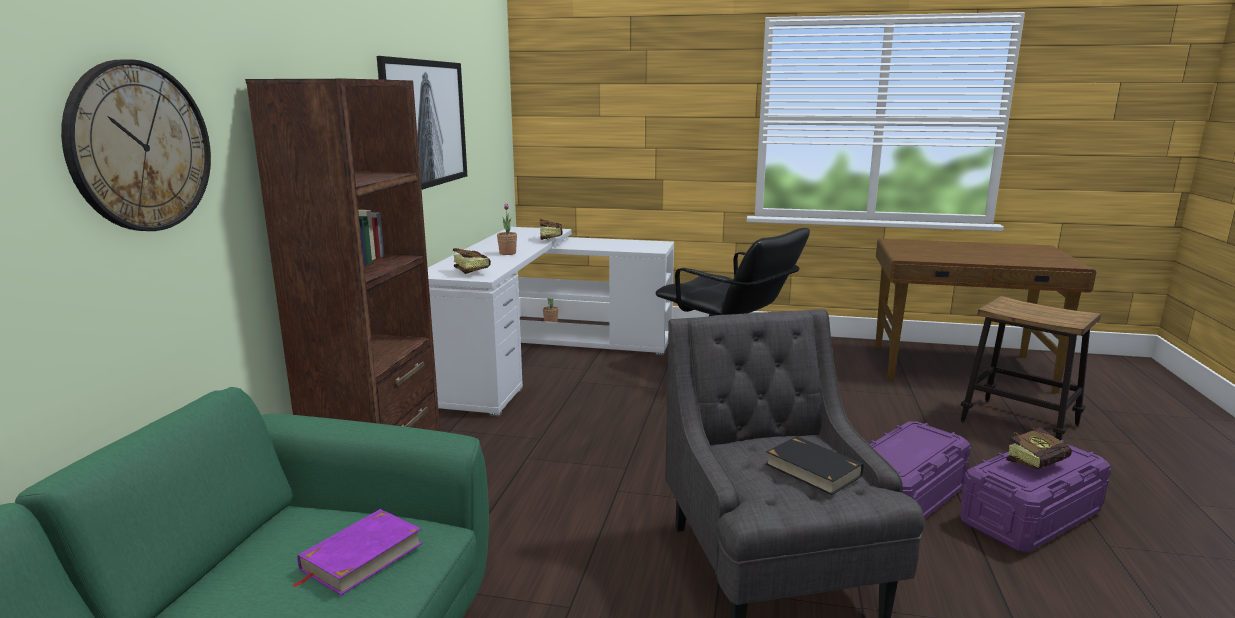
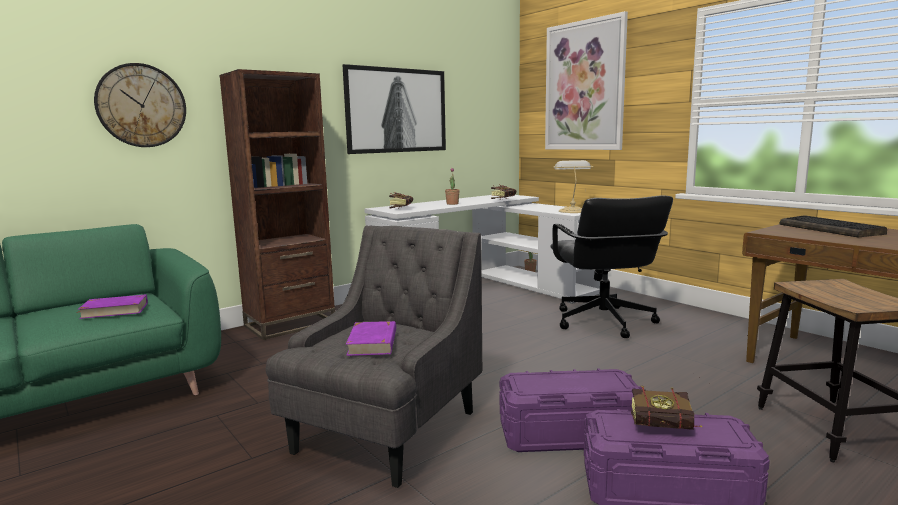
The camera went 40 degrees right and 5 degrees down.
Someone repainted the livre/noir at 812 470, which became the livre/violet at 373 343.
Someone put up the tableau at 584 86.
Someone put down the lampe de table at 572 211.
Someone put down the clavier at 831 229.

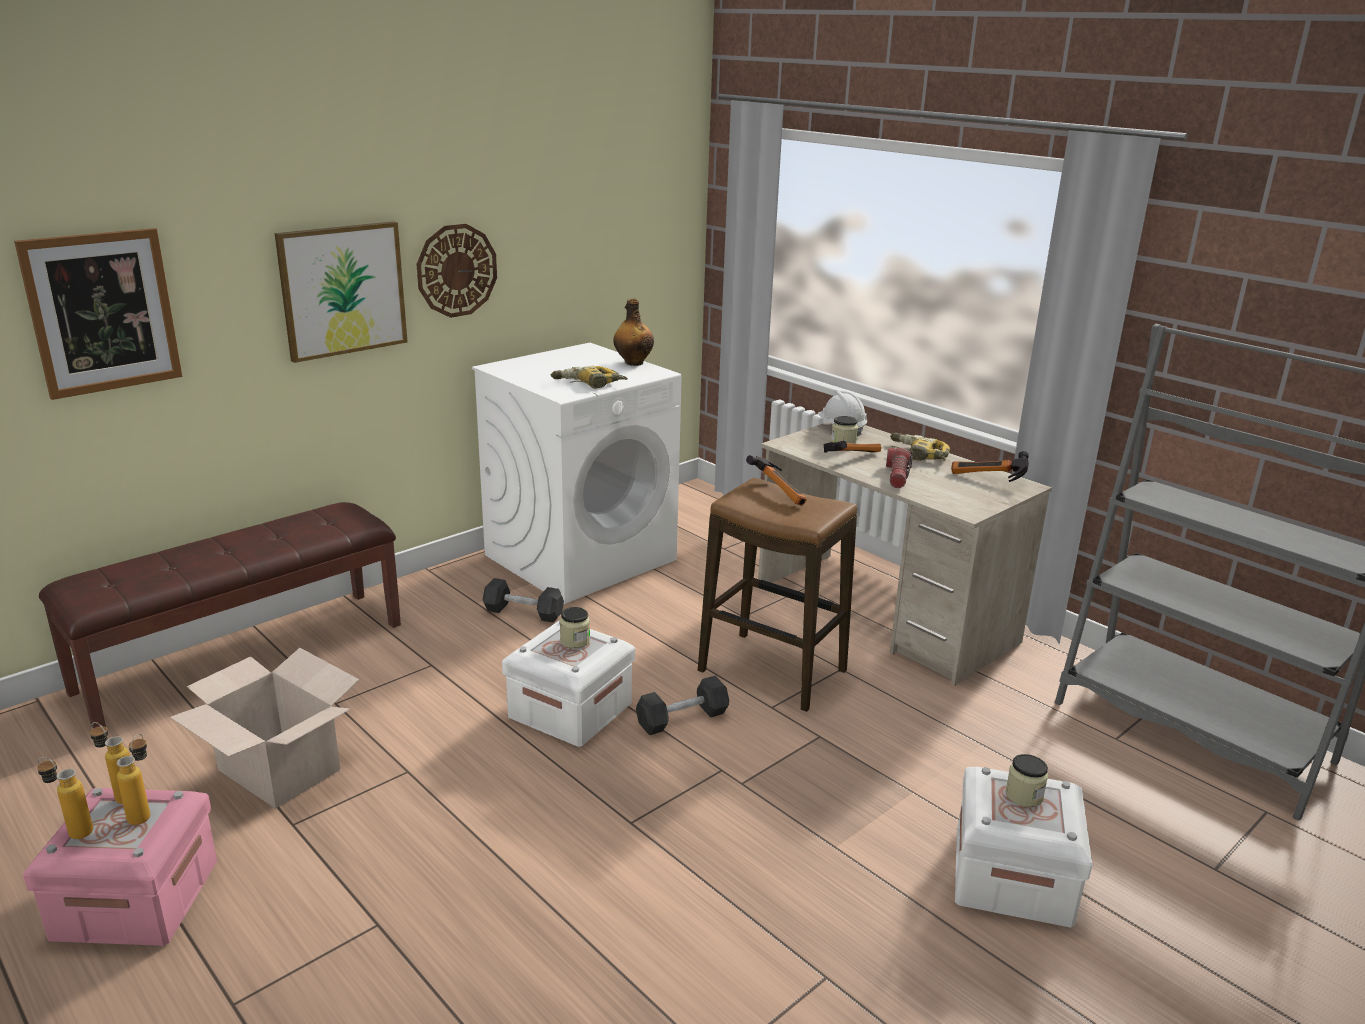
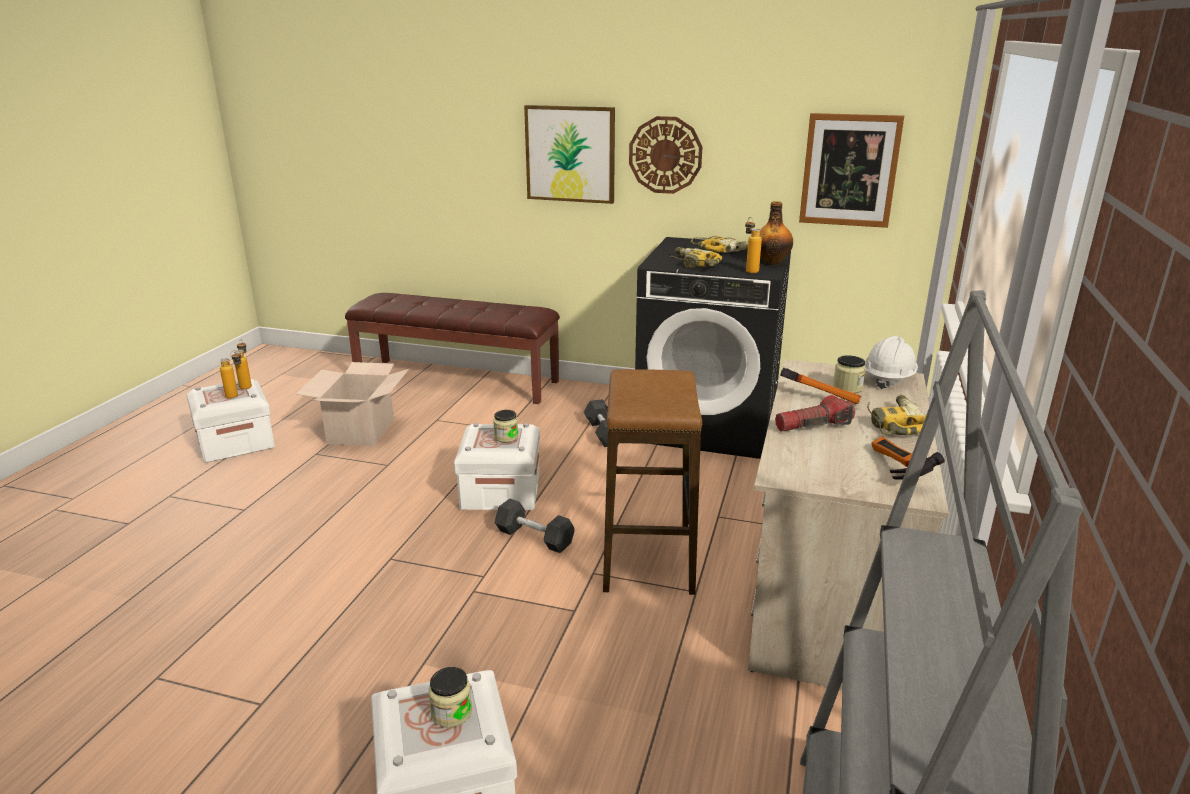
The camera went 60 degrees right and 0 degrees up.
Someone carried the tableau from 102 312 to 849 170.
Someone repainted the boîte de rangement/rose at 136 900, which became the boîte de rangement/blanc at 235 442.
Someone carried the bouteille from 73 831 to 749 270.
Someone repainted the lave-linge/blanc at 581 557, which became the lave-linge/noir at 708 424.
Someone took away the marteau at 781 492.
Someone put down the perceuse at 723 250.

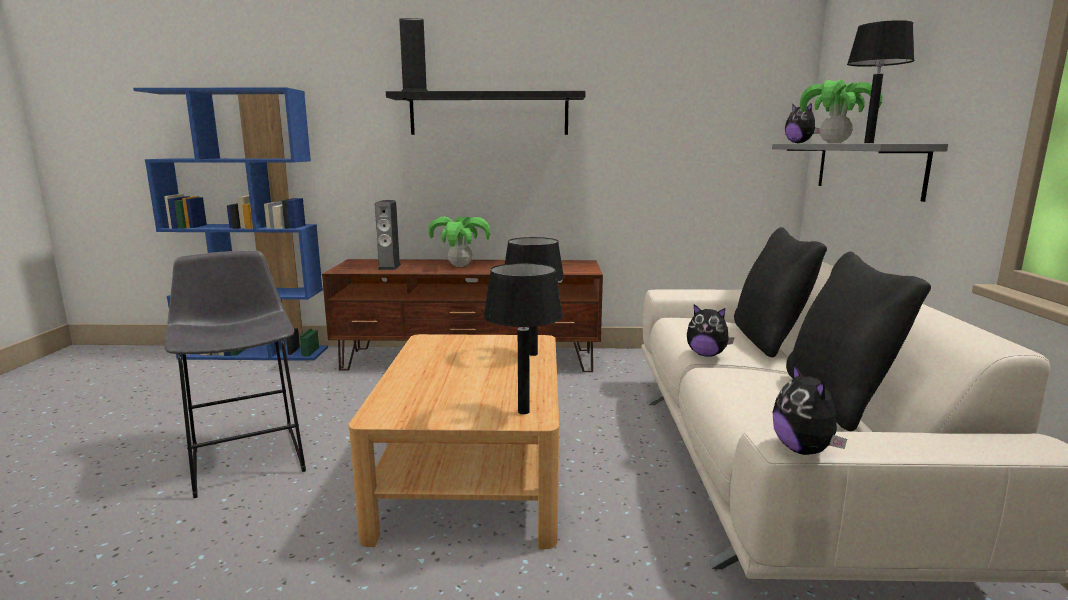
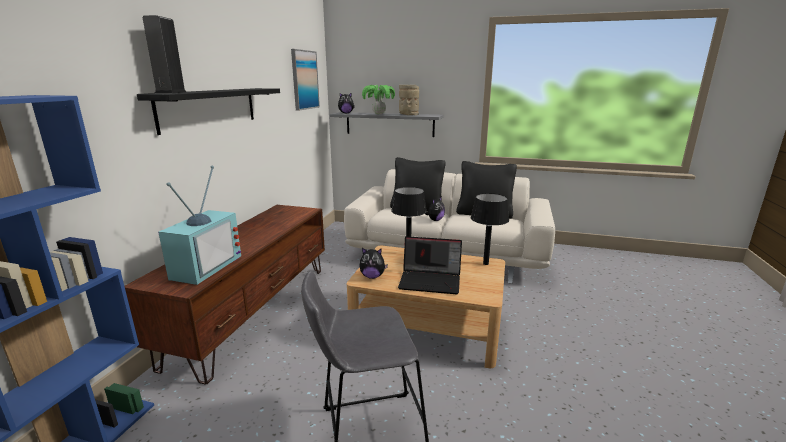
The camera went 75 degrees left and 5 degrees up.
Someone swapped the enceinte at 389 267 for the téléviseur at 204 266.
Someone took away the plante en pot at 460 266.
Someone carried the peluche from 804 450 to 372 276.
Someone swapped the lampe de table/noir at 869 143 for the vase/beige at 408 114.
Someone put up the tableau at 304 80.
Someone put down the ordinateur portable at 431 281.

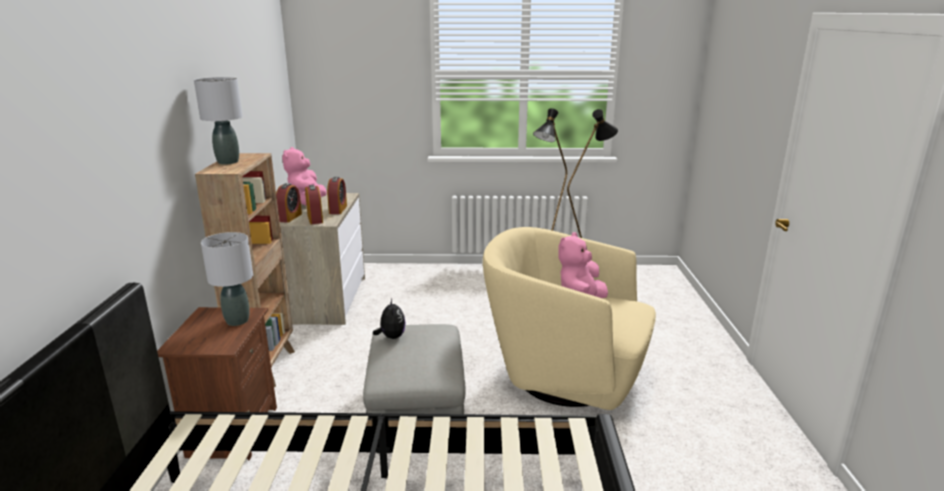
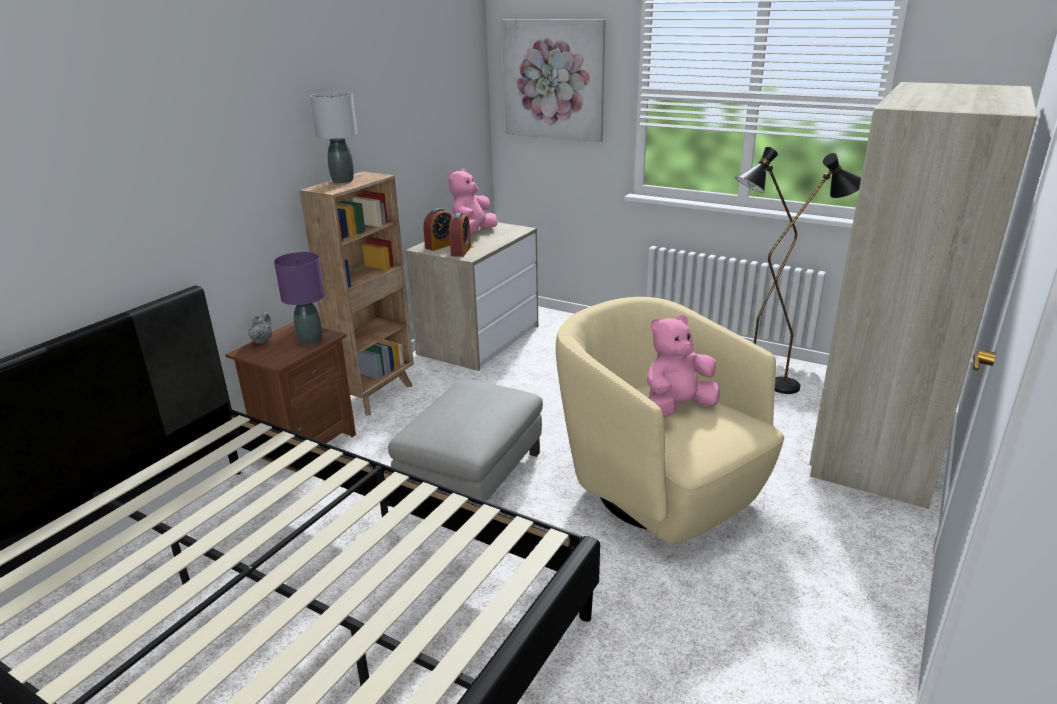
The camera went 30 degrees right and 5 degrees up.
Someone repainted the lampe de table/gris at 237 321, which became the lampe de table/violet at 310 341.
Someone took away the réveil at 338 209.
Someone took away the peluche at 391 337.
Someone put down the théière/gris at 262 340.
Someone put up the tableau at 553 80.
Someone put down the armoire/beige at 877 443.

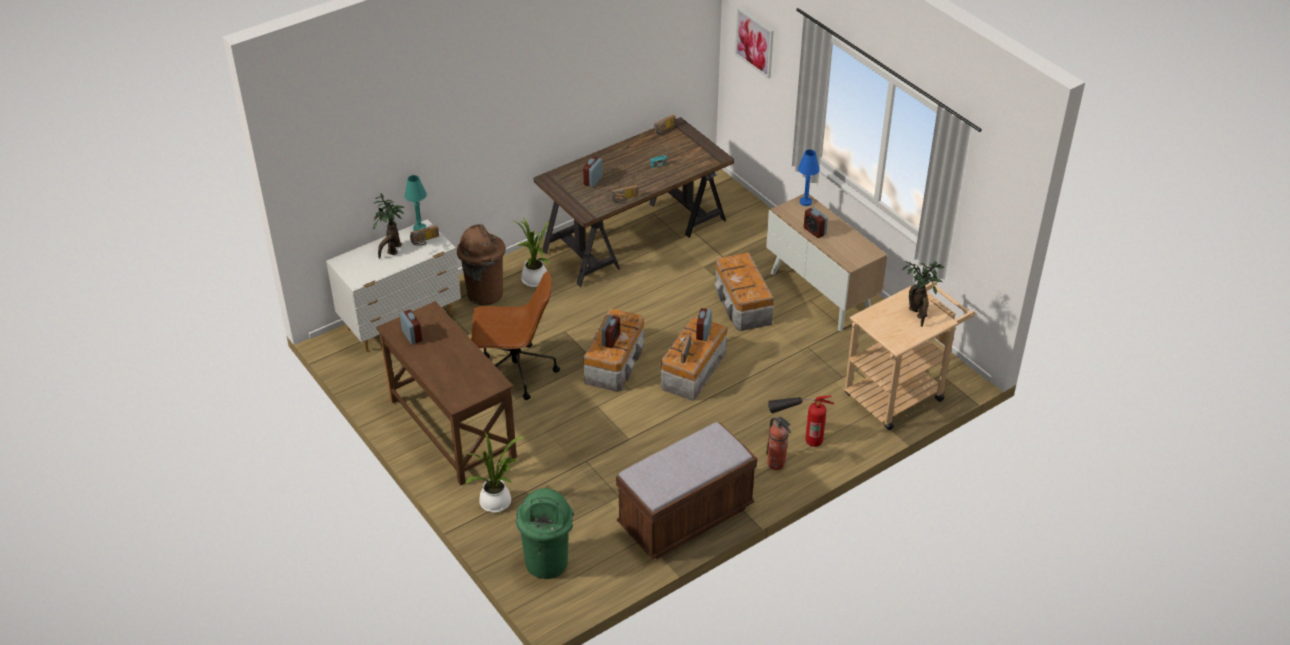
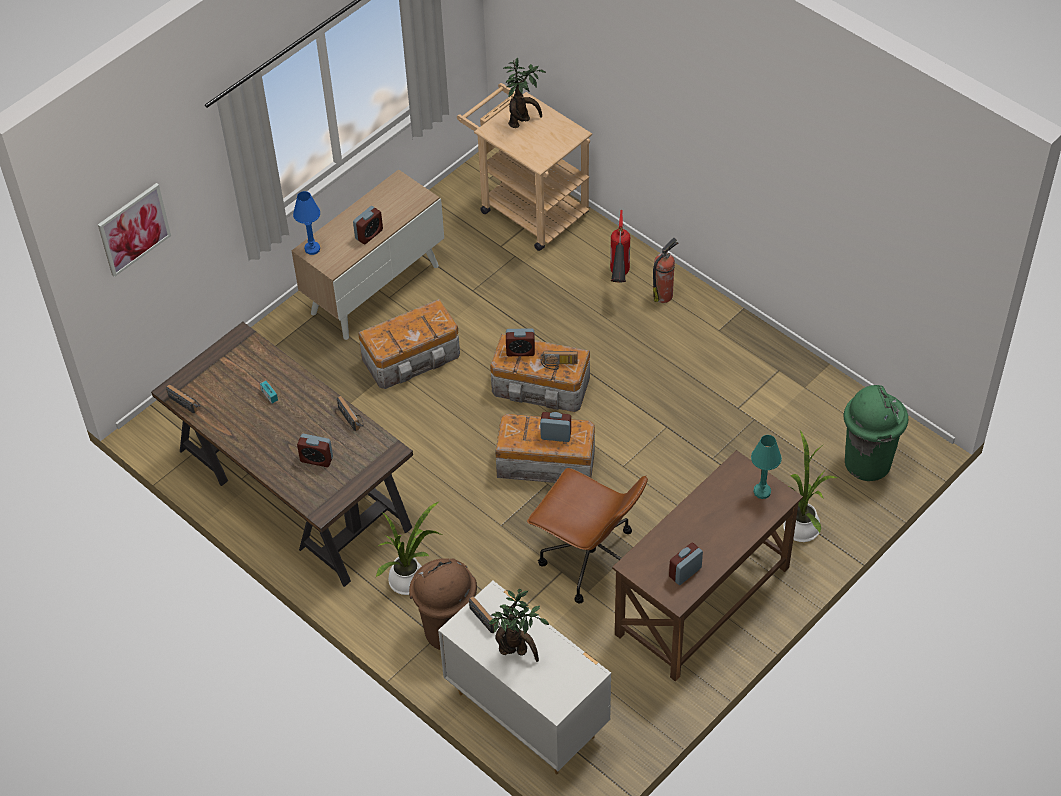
The camera went 100 degrees left and 10 degrees up.
Someone carried the lampe de table/turquoise from 419 228 to 762 491.
Someone rotated the chaise de bureau/marron at 515 373 by 135 degrees clockwise.
Someone took away the banc/marron at 685 517.

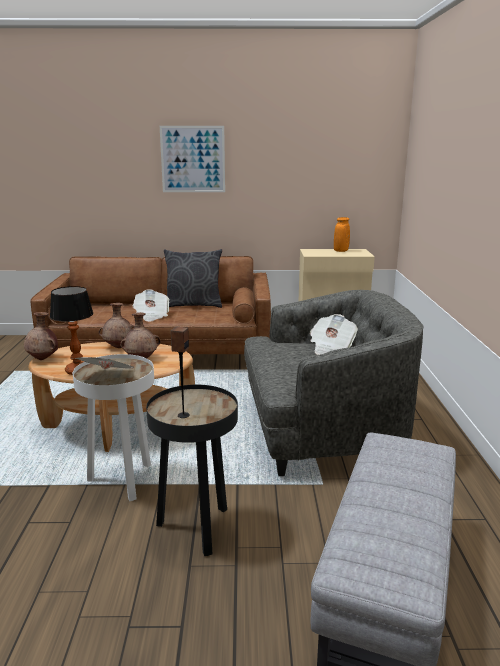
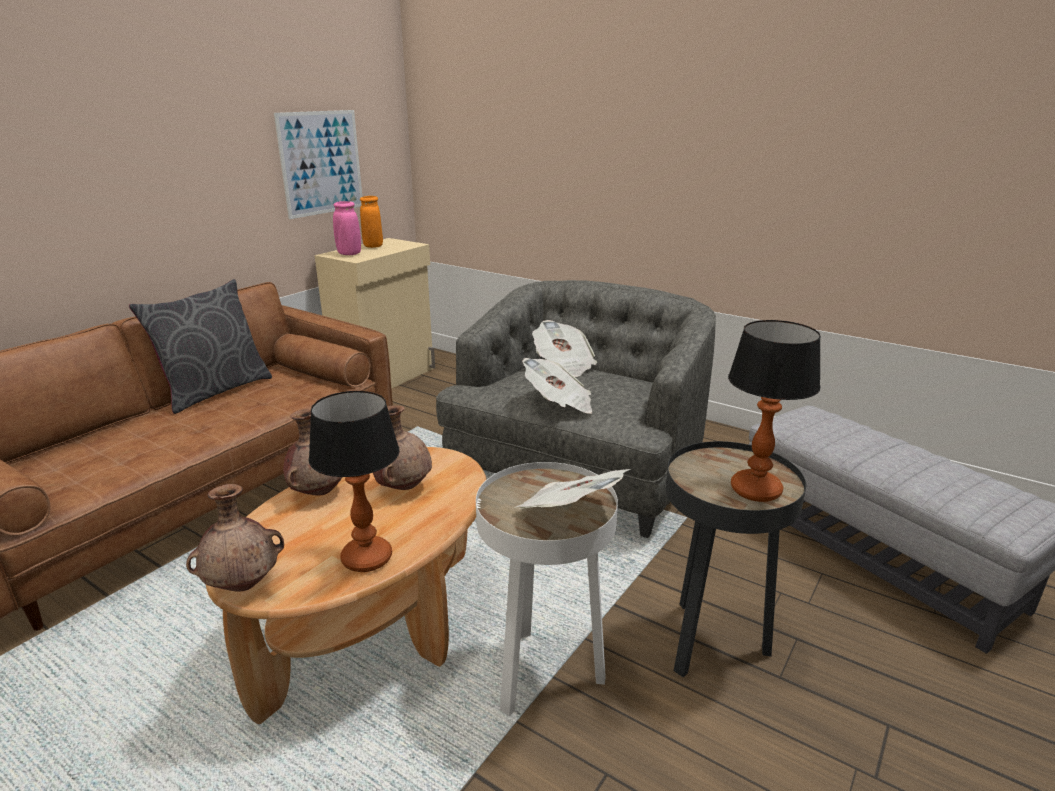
The camera went 55 degrees left and 5 degrees up.
Someone carried the journal from 152 315 to 559 403.
Someone carried the tableau from 193 159 to 321 163.
Someone swapped the enceinte at 183 415 for the lampe de table at 754 490.
Someone put down the vase/rose at 349 254.

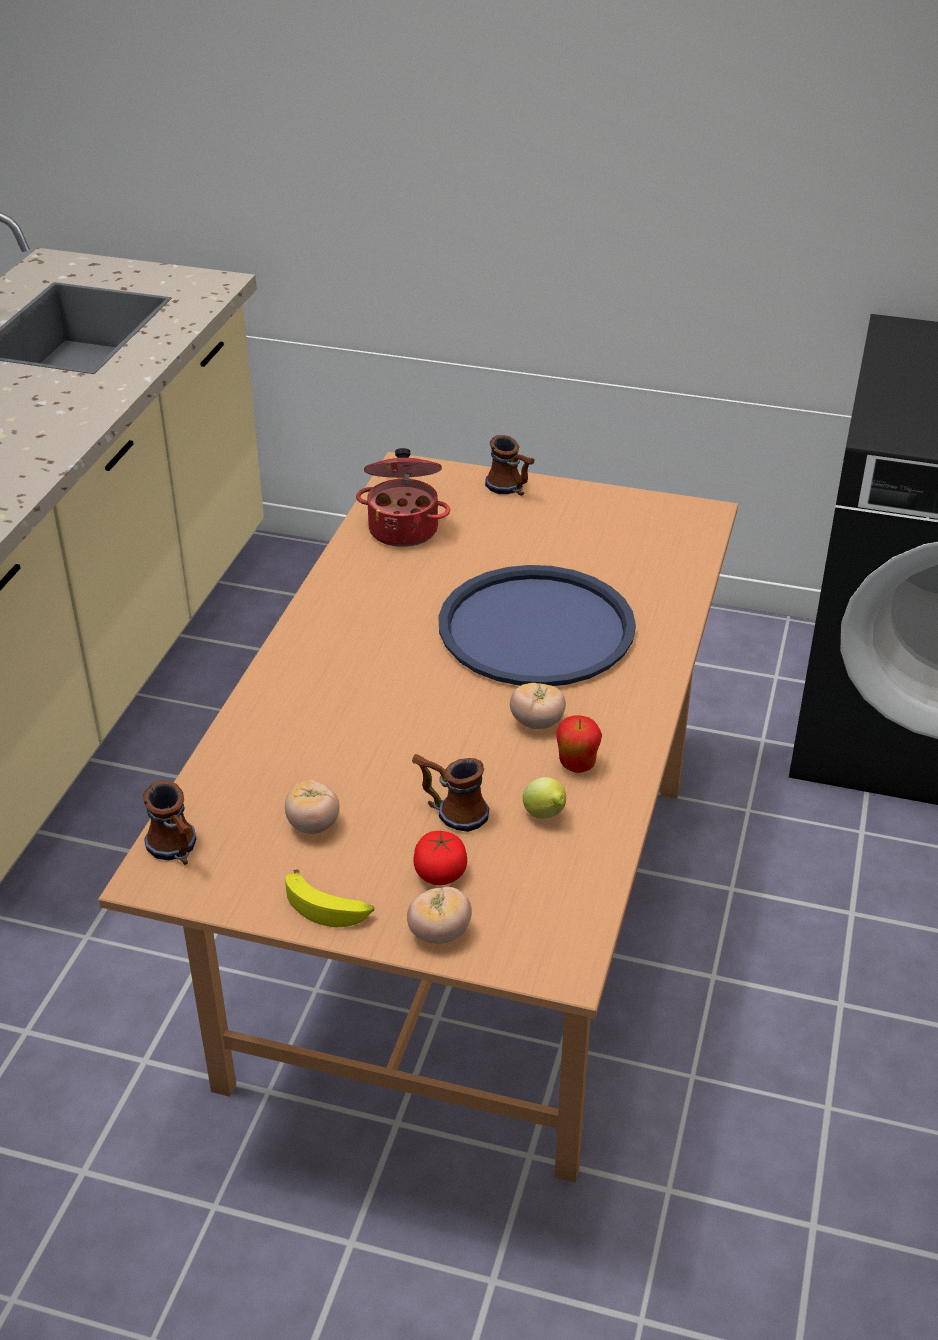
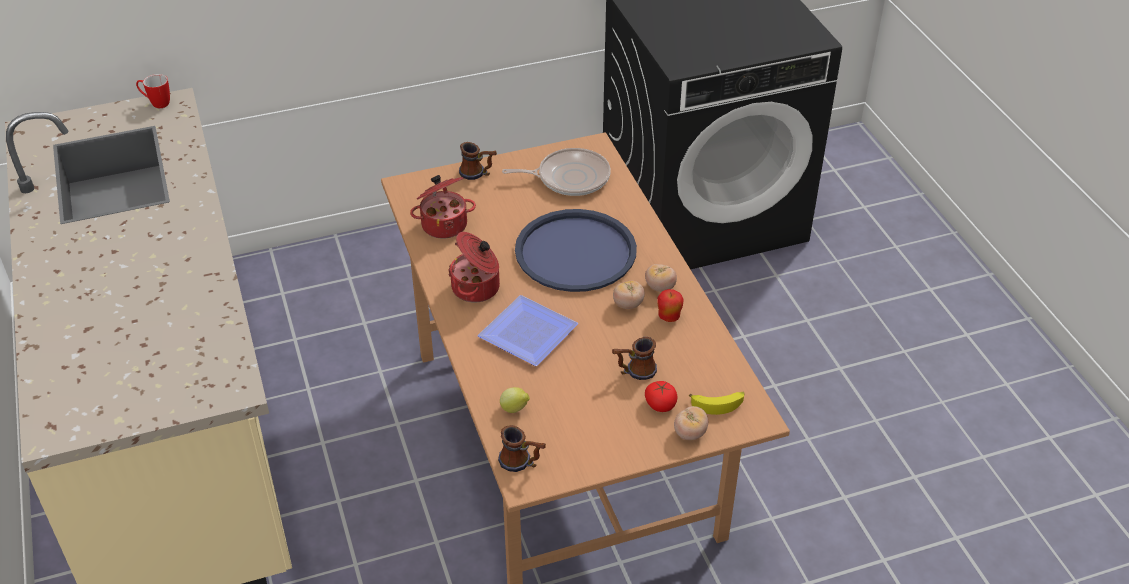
The camera went 35 degrees left and 5 degrees up.
Someone carried the tomate from 313 825 to 660 287.
Someone carried the banane from 329 907 to 718 404.
Someone carried the citron from 545 816 to 515 409.
Someone put down the mug at 156 103.
Someone put down the marmite at 477 288.
Someone put down the assiette at 531 333.
Someone put down the poêle at 569 177.

